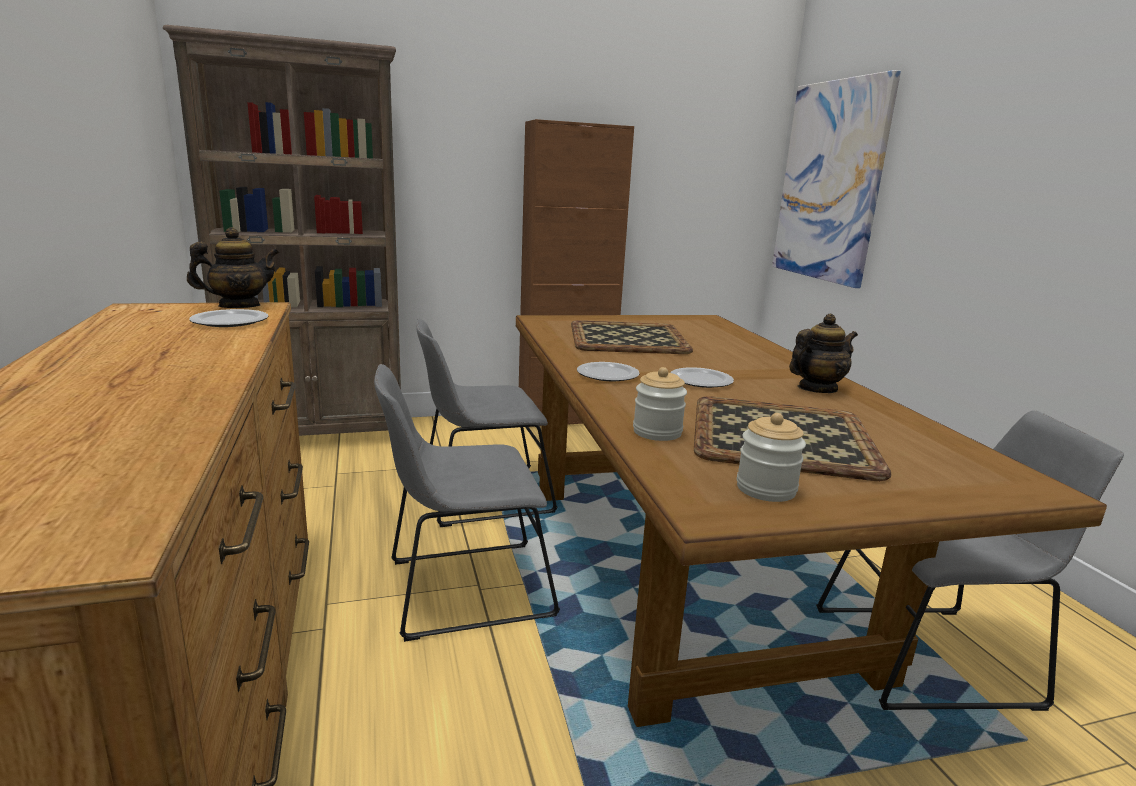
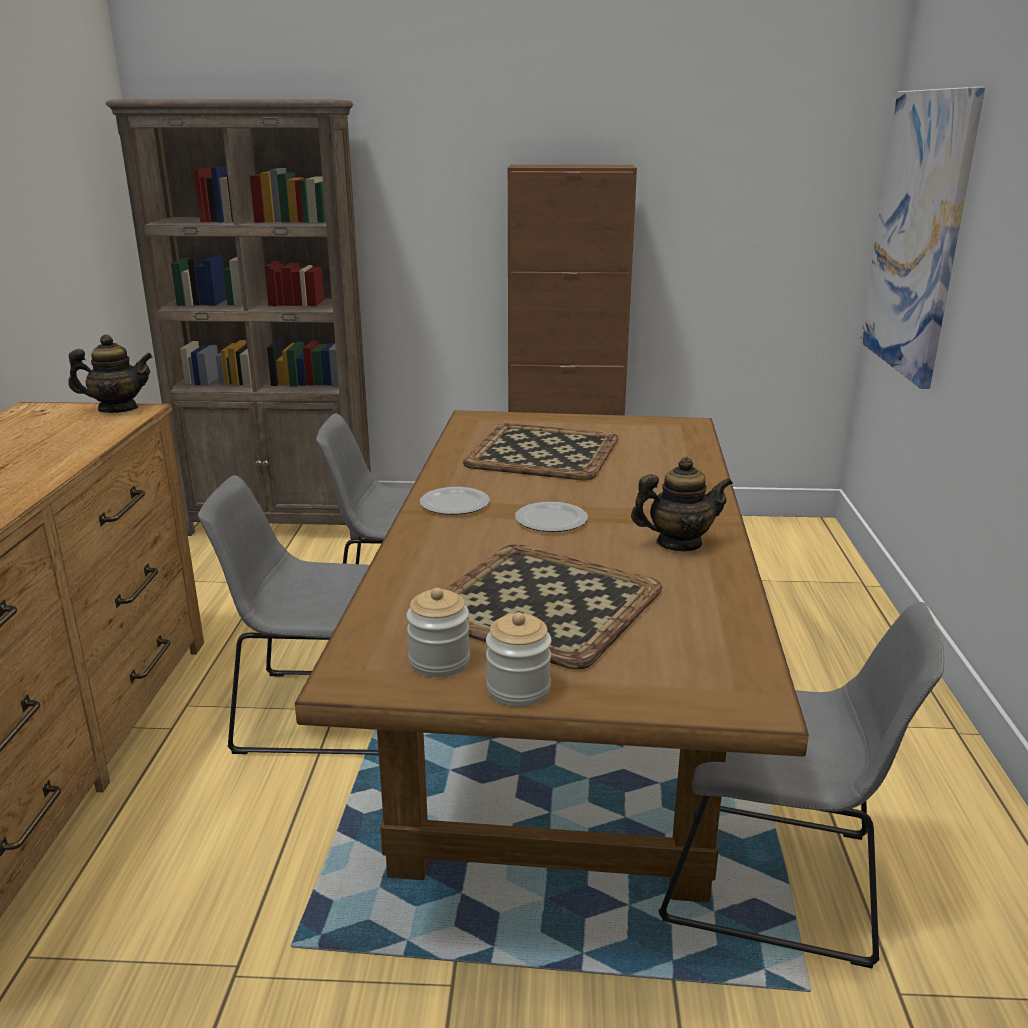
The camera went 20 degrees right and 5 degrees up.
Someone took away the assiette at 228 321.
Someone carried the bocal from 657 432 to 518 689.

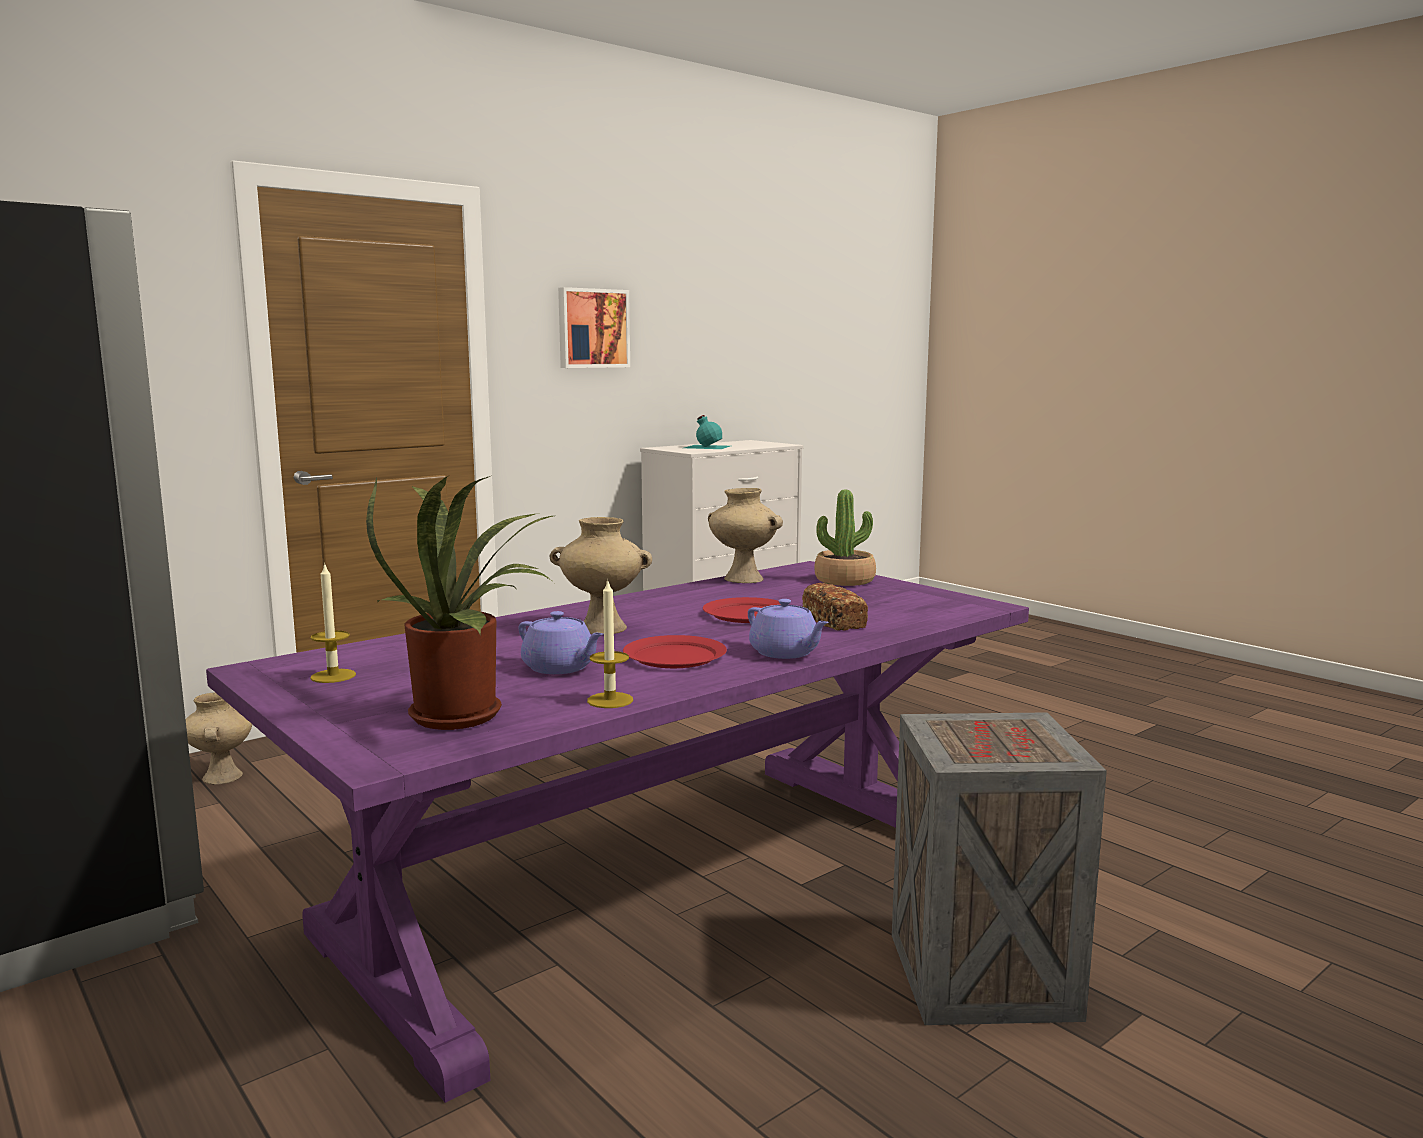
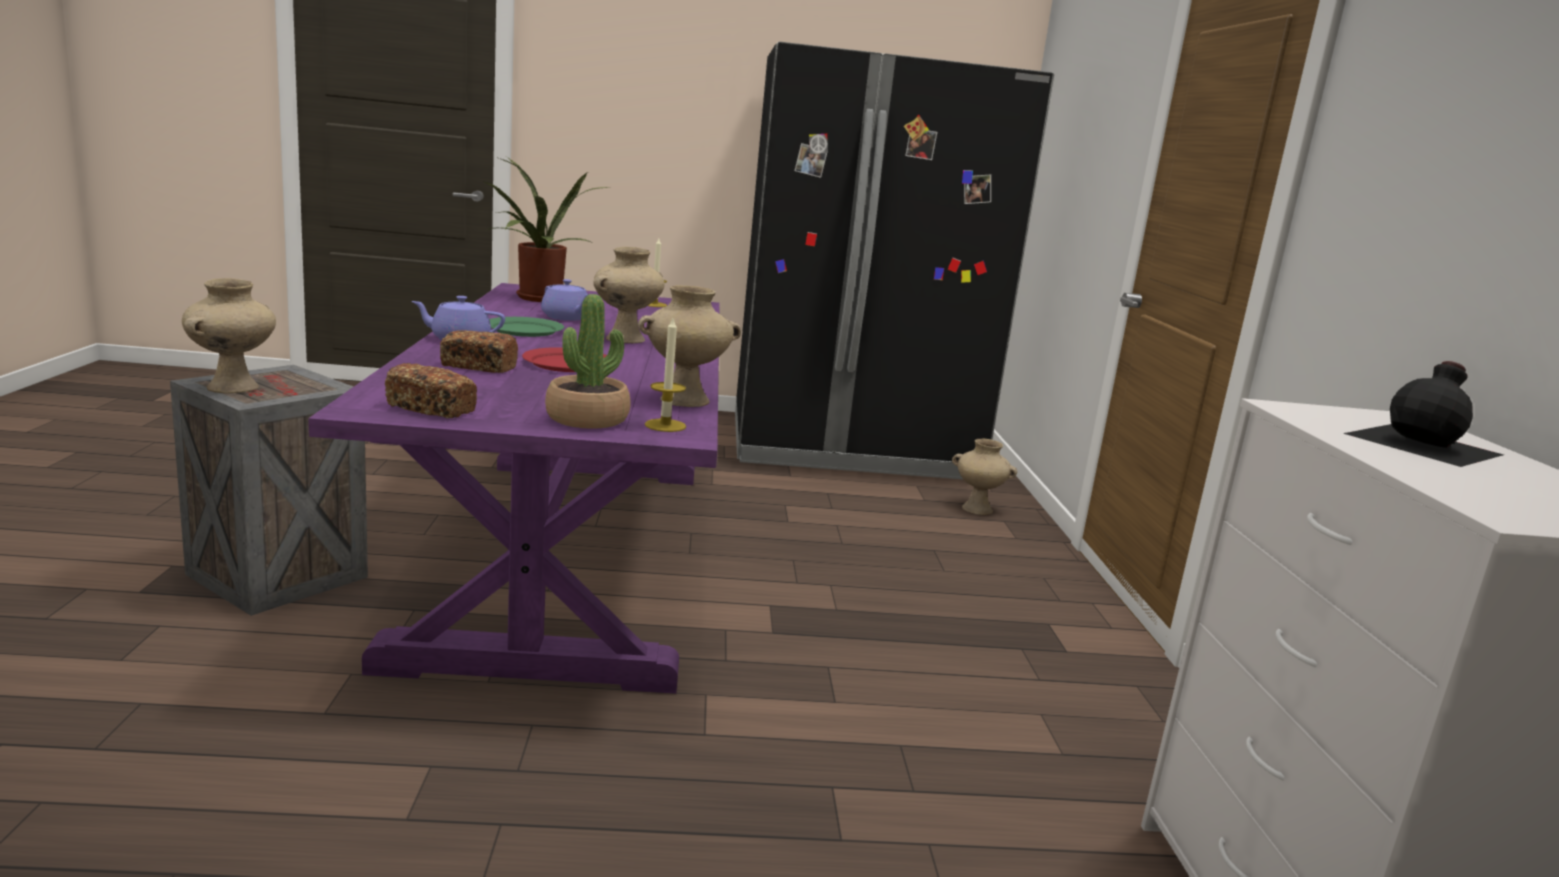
The camera went 125 degrees right and 5 degrees up.
Someone rotated the théière/violet at 560 668 by 120 degrees counterclockwise.
Someone took away the tableau at 592 328.
Someone carried the bougie from 610 700 to 665 425.
Someone repainted the assiette/rouge at 675 656, which became the assiette/vert at 524 330.
Someone repainted the bouteille/turquoise at 707 446, which became the bouteille/noir at 1426 444.
Someone put down the vase/beige at 233 388.
Someone put down the pain at 431 409.

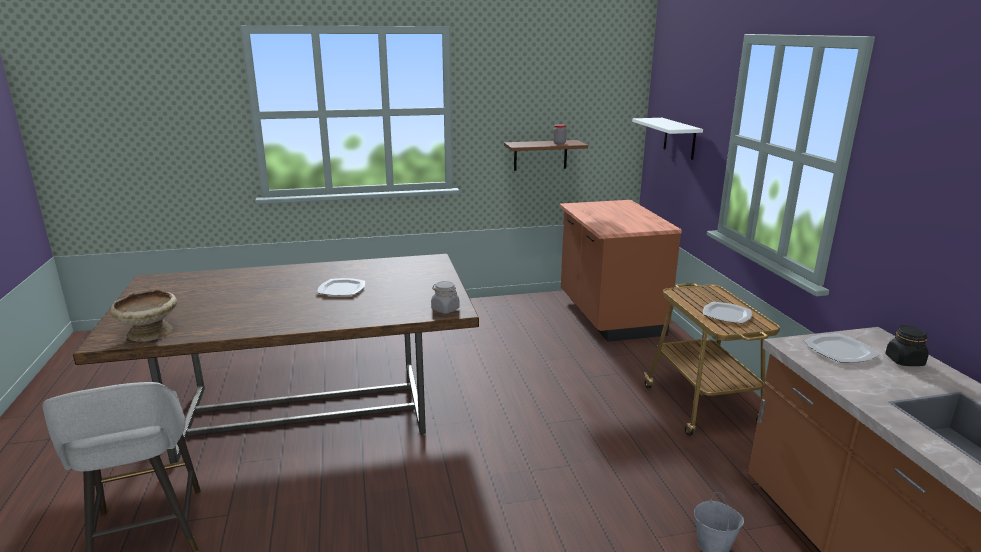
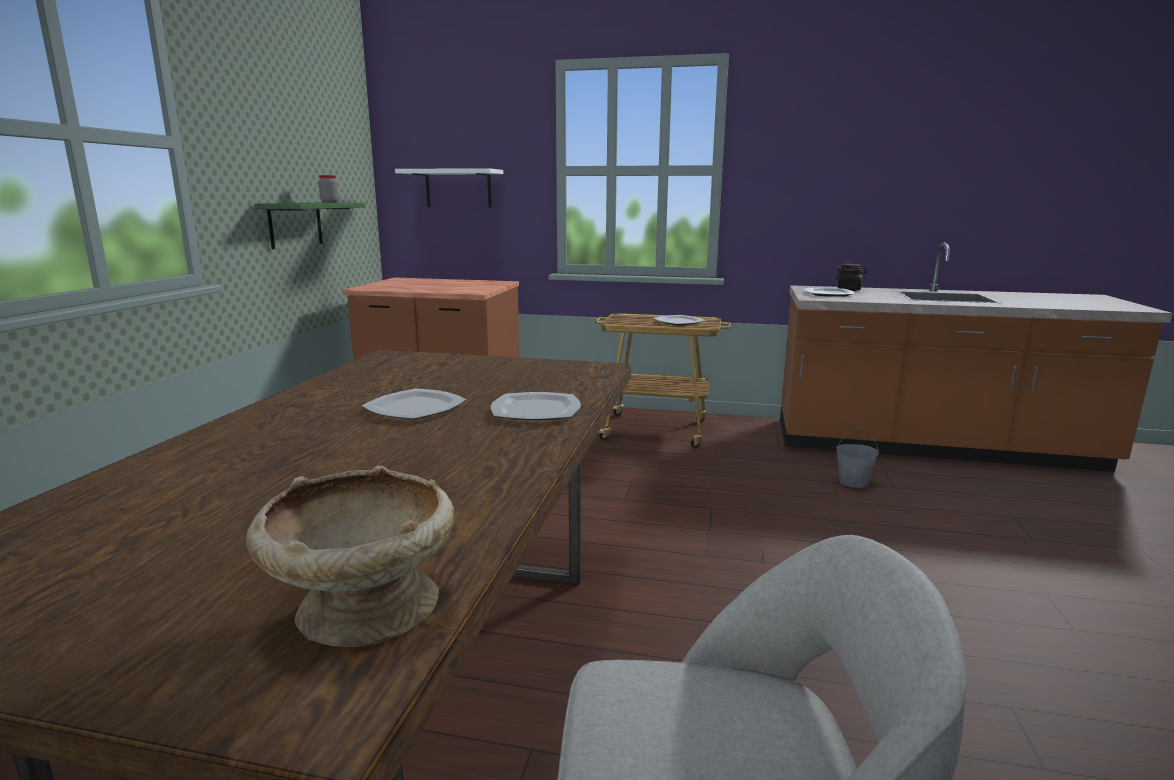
The camera went 65 degrees left and 5 degrees down.
Someone took away the bocal/gris at 445 309.
Someone repainted the étagère/marron at 540 155, which became the étagère/vert at 295 224.
Someone put down the assiette at 535 410.

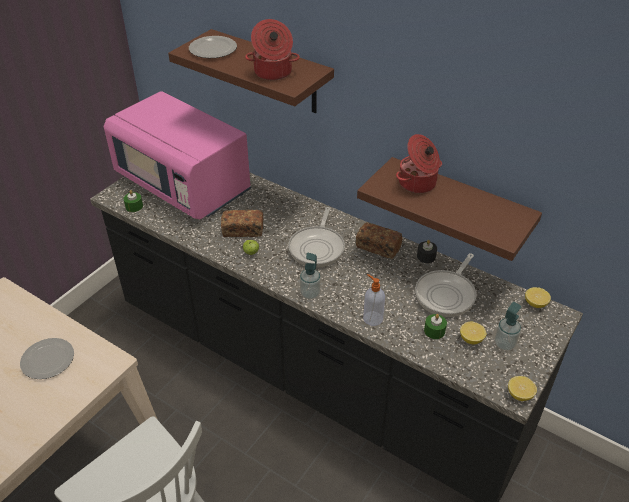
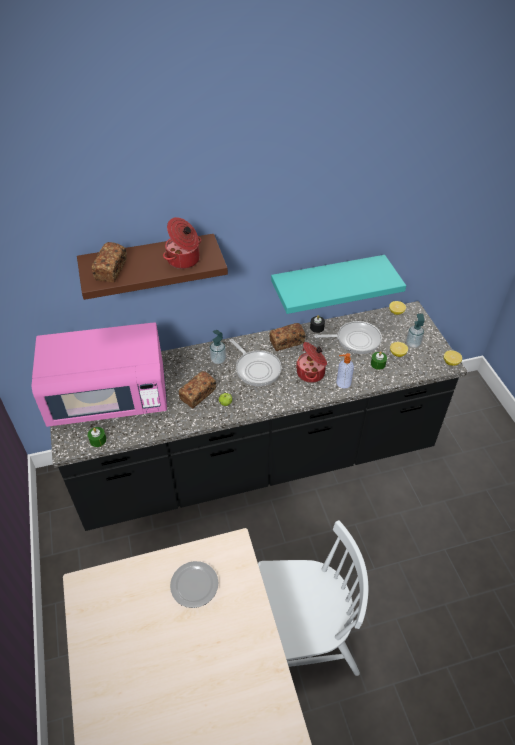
The camera went 50 degrees left and 5 degrees up.
Someone swapped the assiette at 212 50 for the pain at 111 270.
Someone carried the distributeur de savon from 310 294 to 218 360.
Someone repainted the étagère/marron at 459 205, which became the étagère/turquoise at 327 281.
Someone carried the marmite from 418 184 to 311 373.
Someone rotated the poêle at 447 294 by 75 degrees counterclockwise.

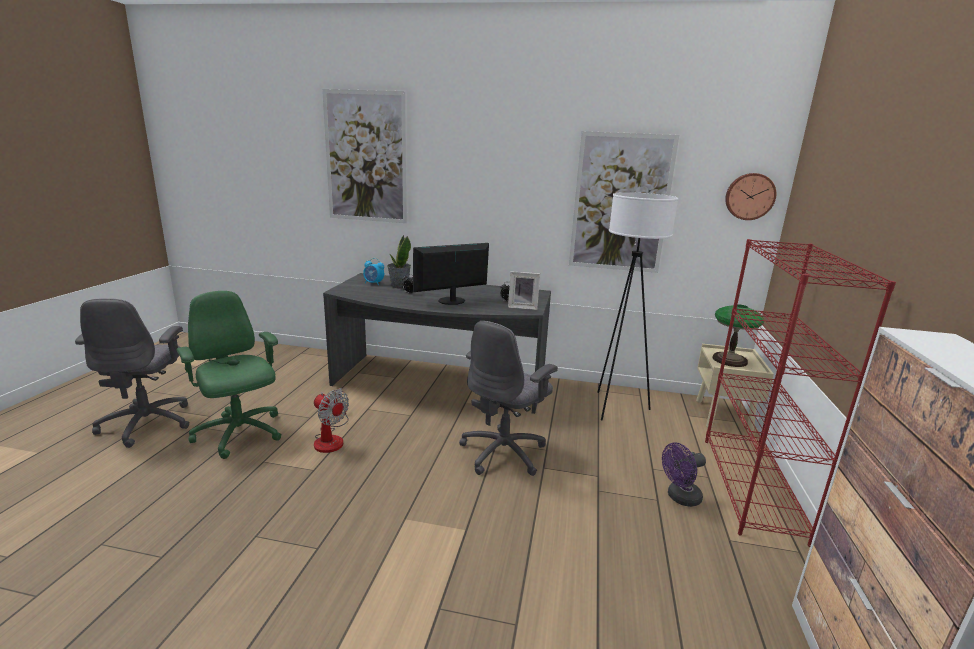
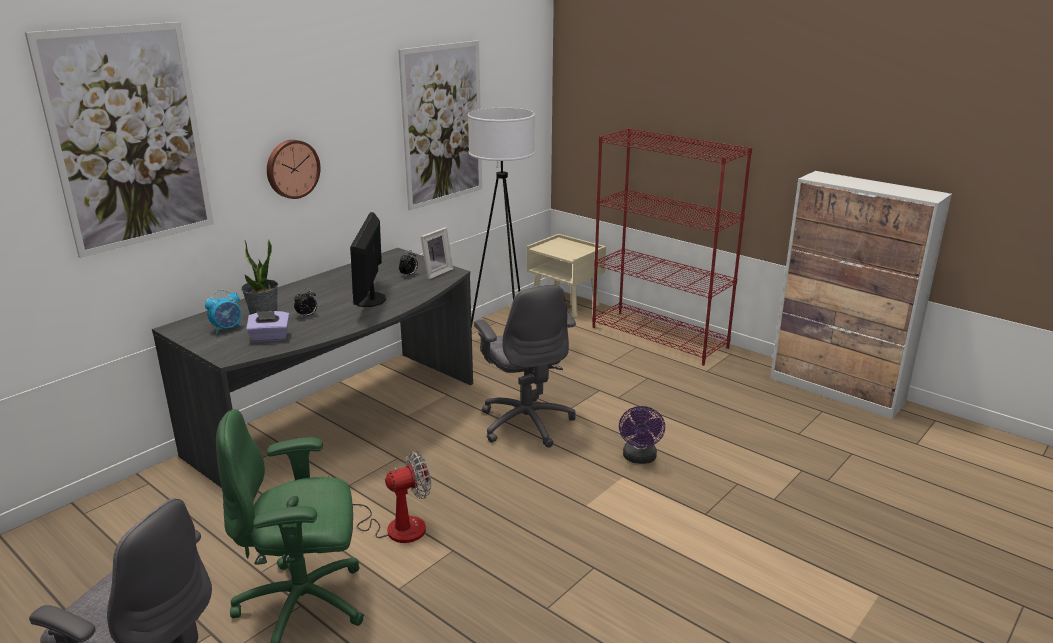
The camera went 60 degrees left and 5 degrees up.
Someone carried the ventilateur/violet from 679 498 to 639 458.
Someone took away the lampe de table at 730 360.
Someone carried the horloge murale from 749 196 to 292 168.
Someone put down the boîte à mouchoirs/violet at 270 337.

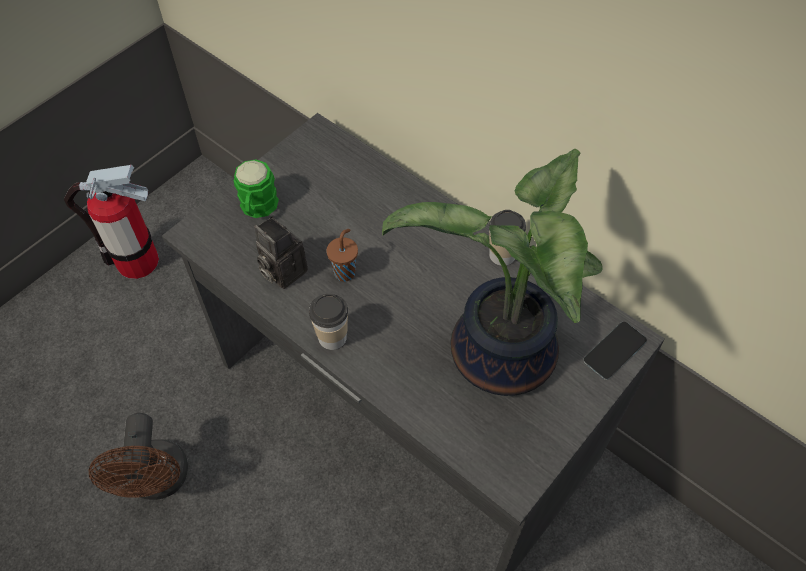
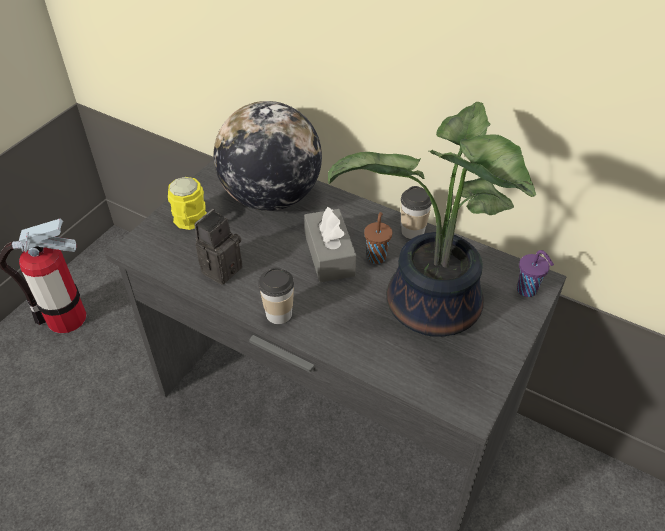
The camera went 10 degrees left and 10 degrees down.
Someone took away the ventilateur/marron at 158 482.
Someone repainted the mug/vert at 257 208, which became the mug/jaune at 190 222.
Someone rotated the appareil photo at 281 271 by 90 degrees clockwise.
Someone carried the tasse/marron from 345 272 to 376 256.
Someone swapped the téléphone at 614 350 for the tasse/violet at 528 290.
Someone put down the globe at 271 197.
Someone put down the boîte à mouchoirs/gris at 329 255.

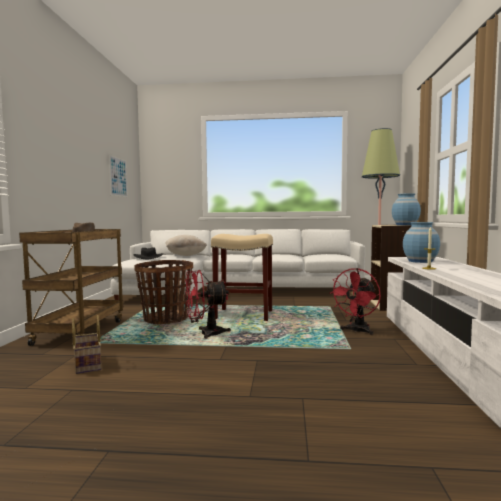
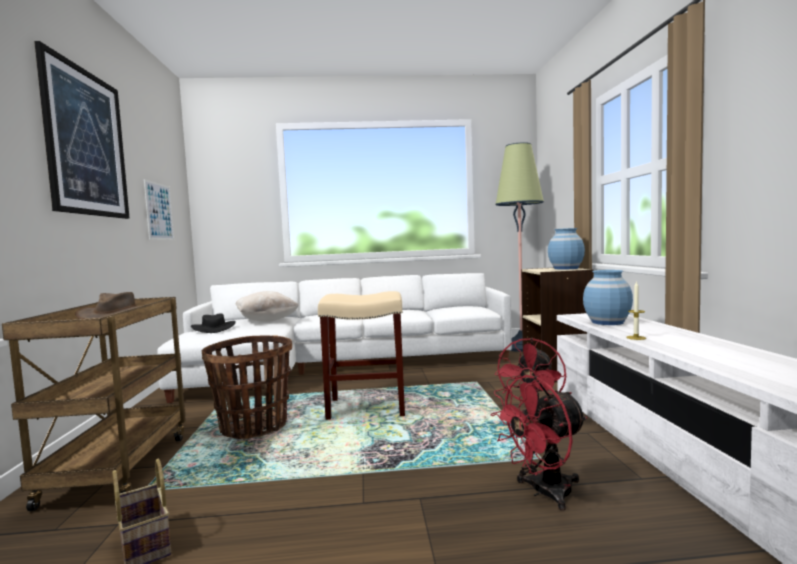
The camera went 10 degrees left and 0 degrees up.
Someone carried the ventilateur/rouge from 205 334 to 543 493.
Someone put up the tableau at 86 143.

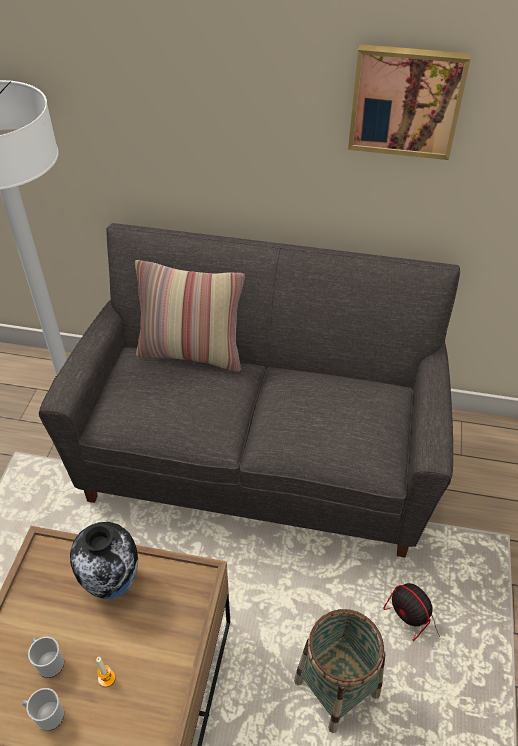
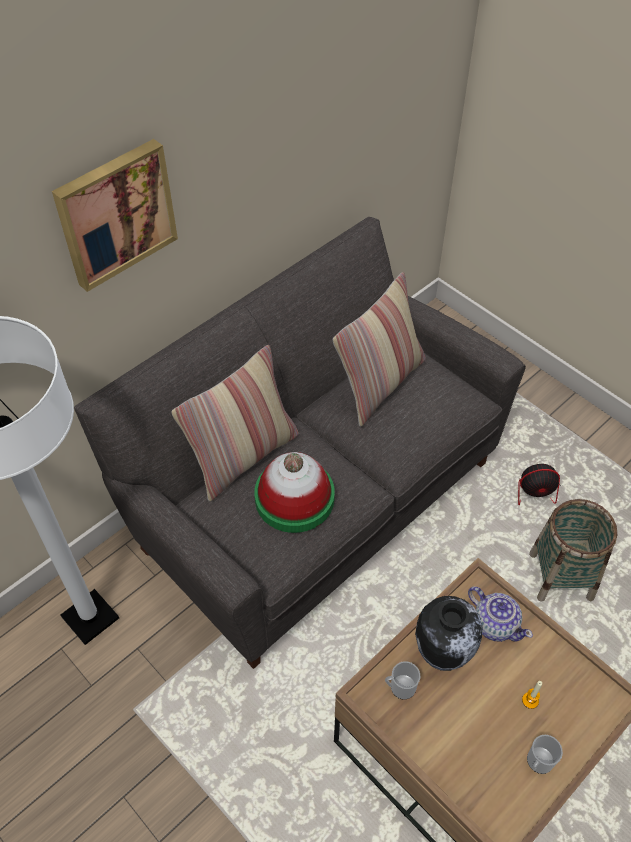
The camera went 55 degrees left and 5 degrees up.
Someone carried the mug from 49 662 to 400 687.
Someone carried the tableau from 406 101 to 115 213.
Someone put down the chapeau at 294 498.
Someone put down the coussin at 379 384.
Someone put down the théière at 495 623.

